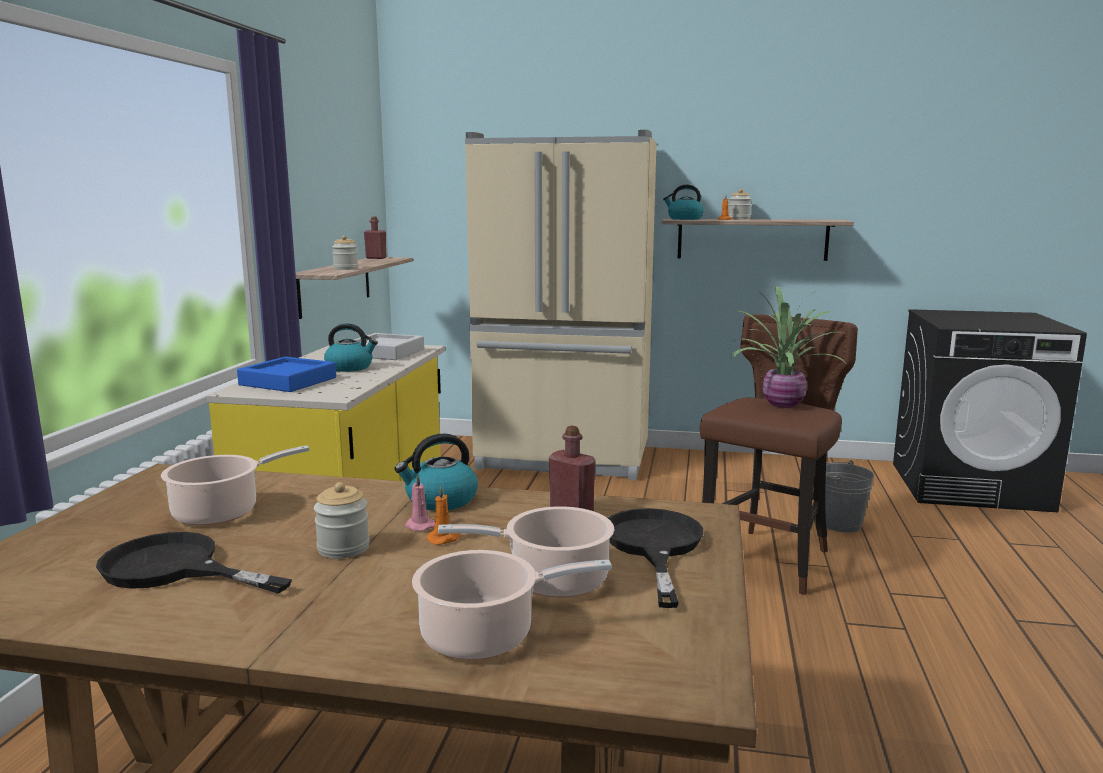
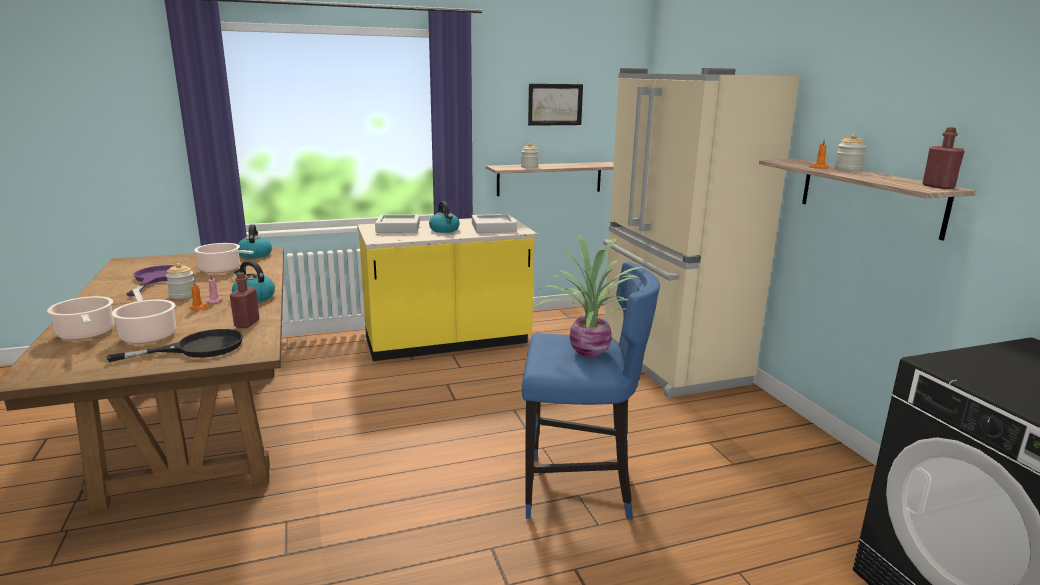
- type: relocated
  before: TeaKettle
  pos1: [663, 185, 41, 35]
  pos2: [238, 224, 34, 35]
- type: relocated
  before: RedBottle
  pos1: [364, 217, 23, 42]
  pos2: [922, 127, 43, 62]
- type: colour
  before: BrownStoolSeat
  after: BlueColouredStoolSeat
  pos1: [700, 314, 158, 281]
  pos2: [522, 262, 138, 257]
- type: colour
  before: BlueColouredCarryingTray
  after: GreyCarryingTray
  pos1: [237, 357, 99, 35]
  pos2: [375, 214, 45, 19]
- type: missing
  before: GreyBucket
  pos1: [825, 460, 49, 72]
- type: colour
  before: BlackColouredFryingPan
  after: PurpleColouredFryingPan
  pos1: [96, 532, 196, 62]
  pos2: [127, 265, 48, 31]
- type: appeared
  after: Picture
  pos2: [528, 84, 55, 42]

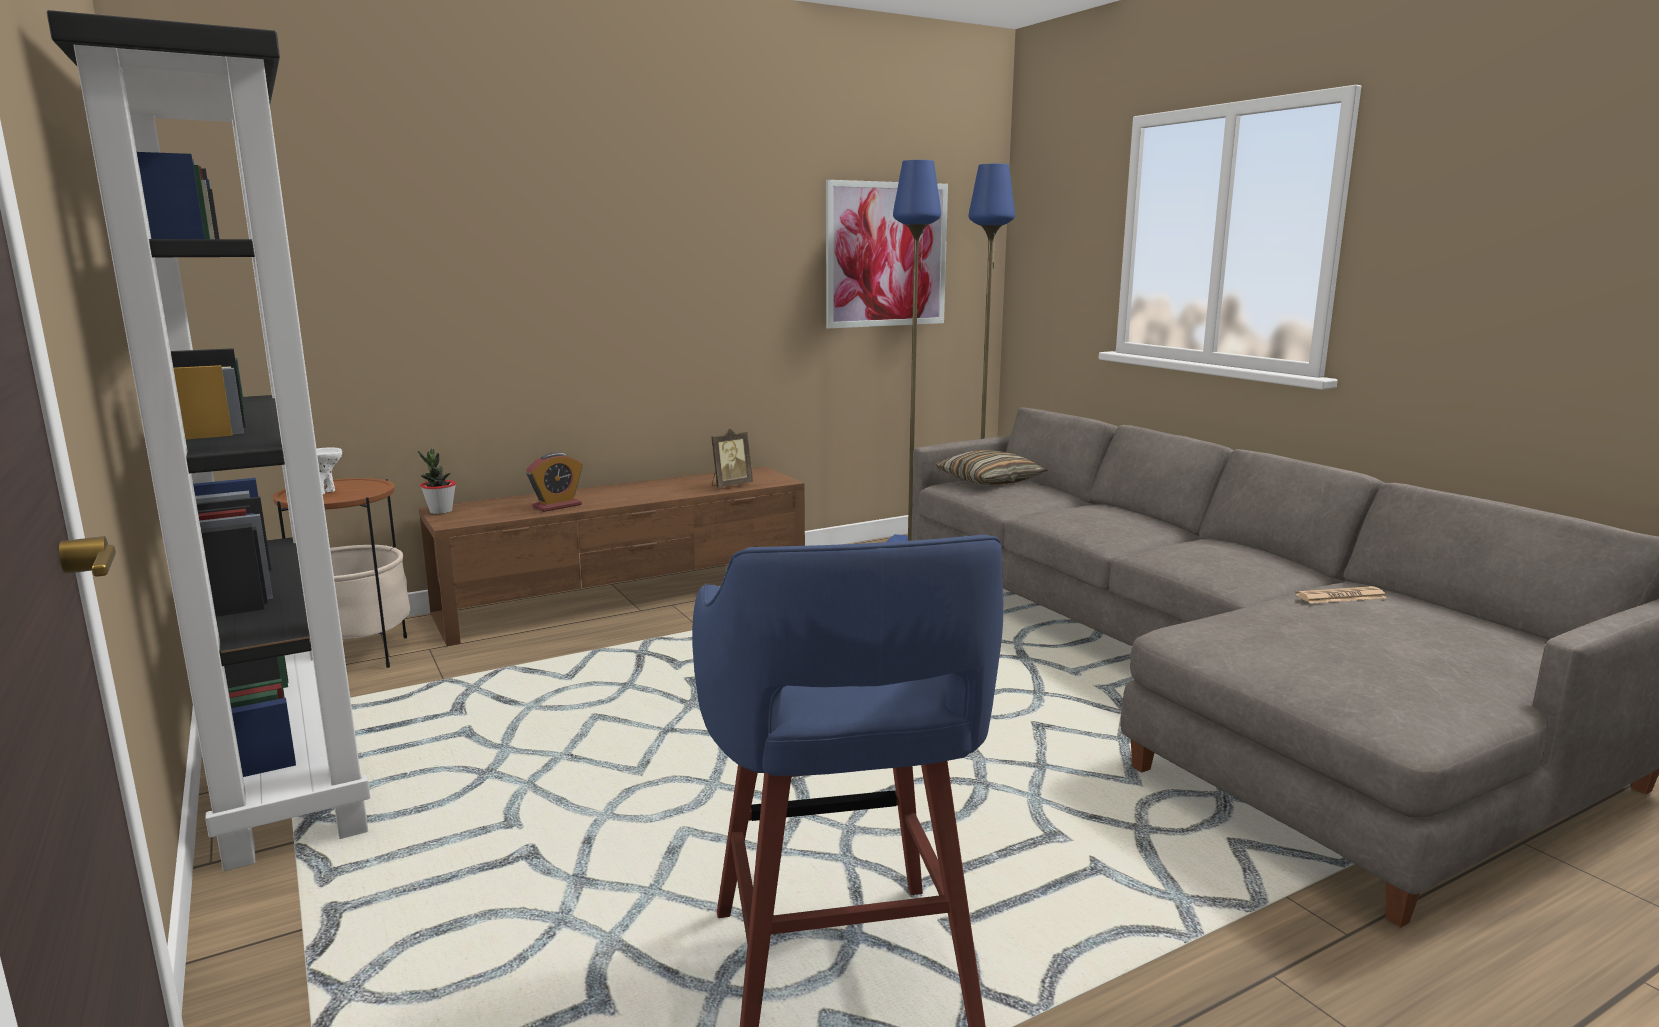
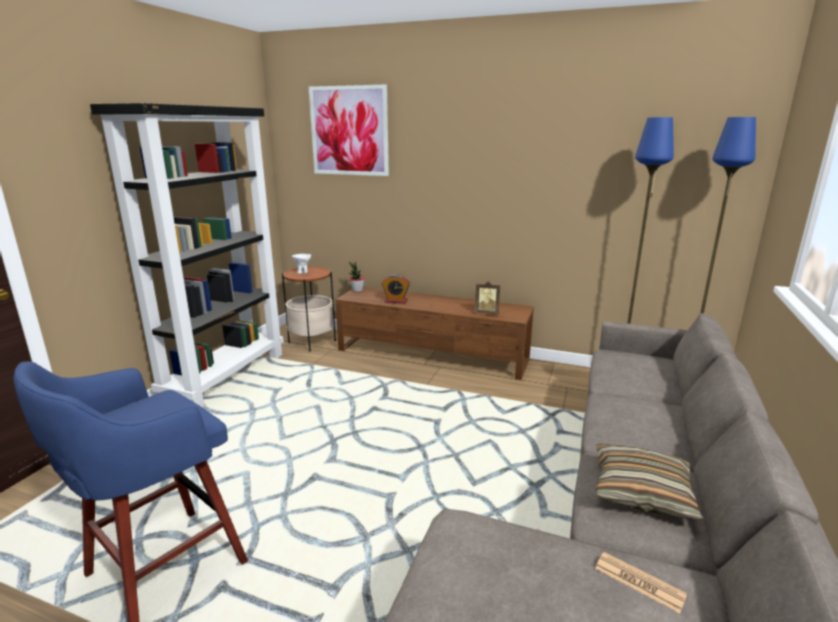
- type: relocated
  before: Picture
  pos1: [826, 180, 122, 149]
  pos2: [309, 85, 80, 91]
- type: relocated
  before: ThrowPillow
  pos1: [936, 450, 111, 35]
  pos2: [595, 444, 108, 76]

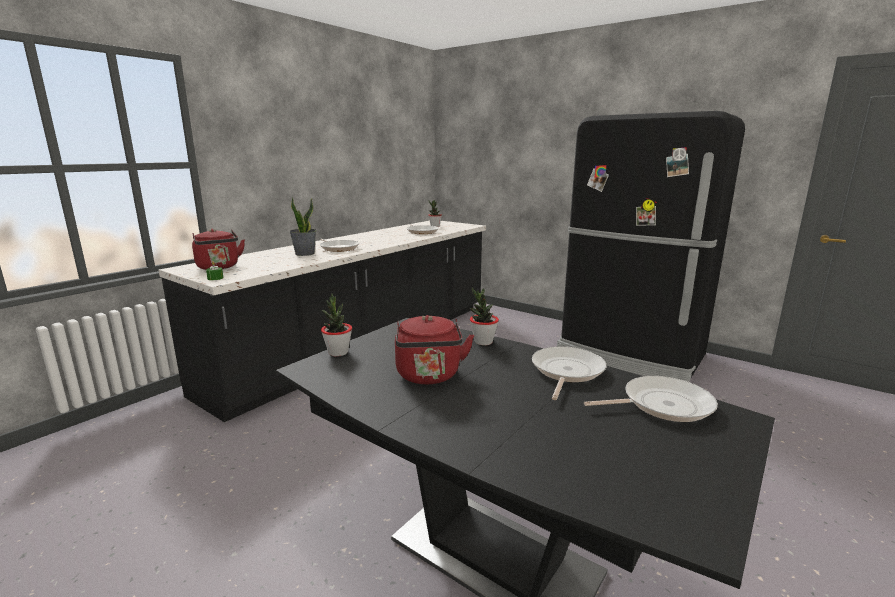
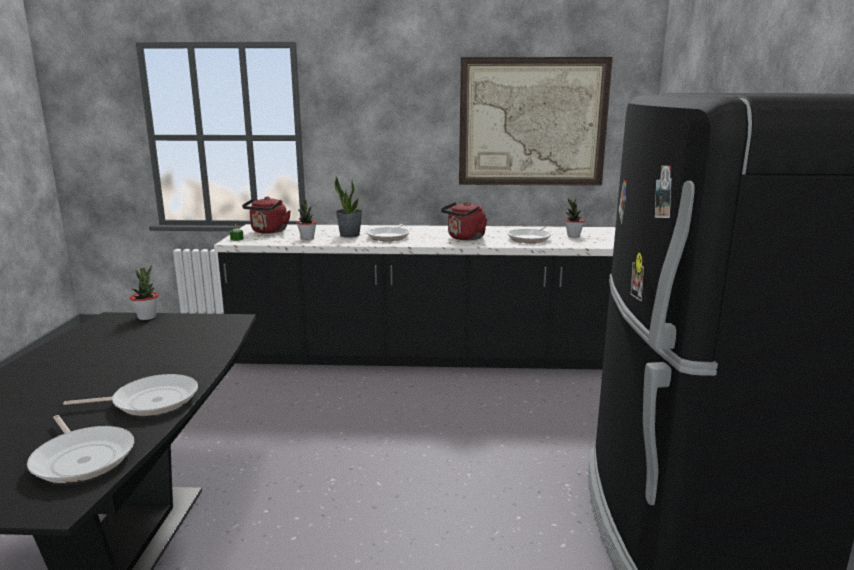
- type: relocated
  before: Houseplant
  pos1: [470, 287, 29, 58]
  pos2: [297, 199, 20, 41]
- type: relocated
  before: RedTeaKettle
  pos1: [395, 315, 79, 69]
  pos2: [441, 202, 46, 38]
- type: appeared
  after: Picture
  pos2: [459, 57, 154, 129]

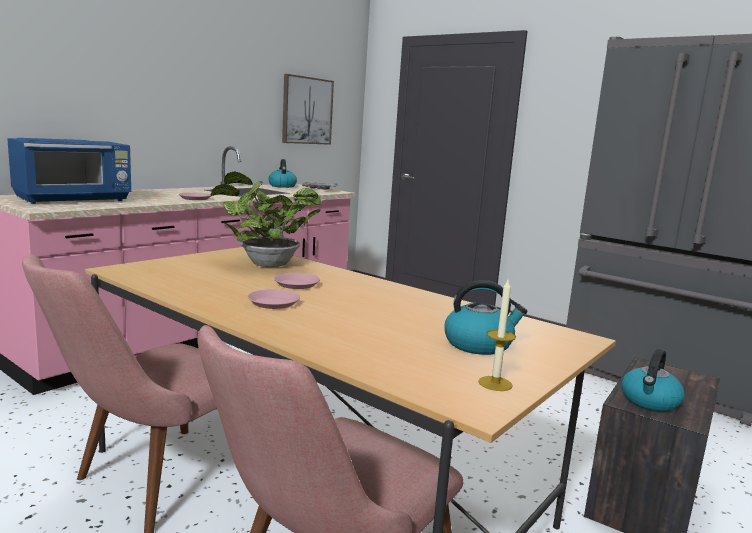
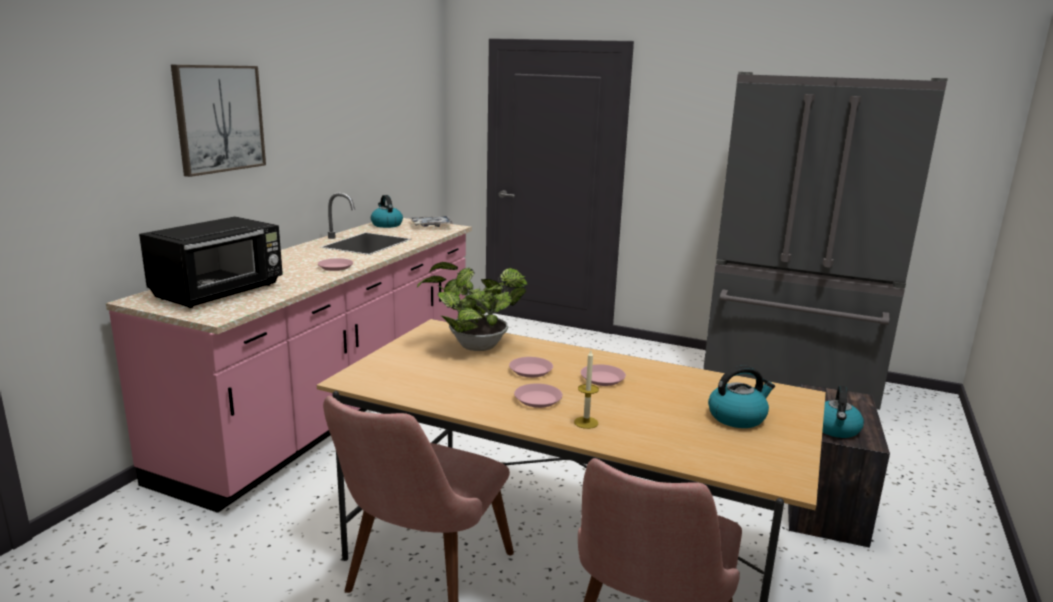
- type: relocated
  before: Picture
  pos1: [282, 74, 52, 71]
  pos2: [171, 65, 95, 112]
- type: colour
  before: BlueColouredMicrowaveOven
  after: BlackColouredMicrowaveOven
  pos1: [7, 138, 124, 66]
  pos2: [139, 217, 144, 91]
- type: relocated
  before: WaxLight
  pos1: [478, 280, 38, 111]
  pos2: [574, 350, 25, 79]
- type: appeared
  after: PinkColouredFlatDish
  pos2: [581, 364, 45, 22]

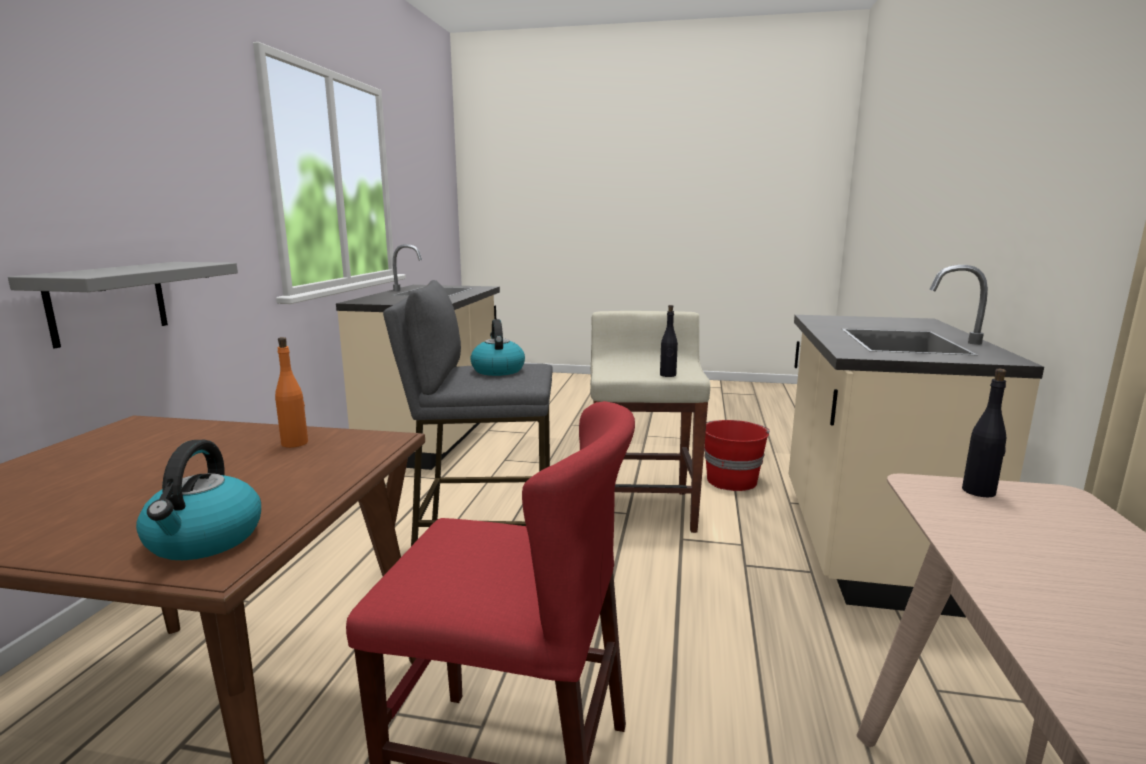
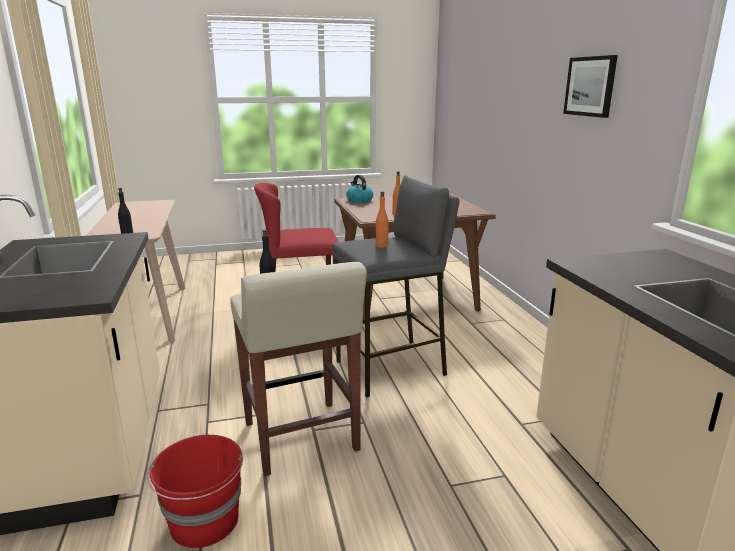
- type: missing
  before: GreyBracketShelf
  pos1: [8, 262, 230, 86]
- type: exchanged
  before: TeaKettle
  after: OrangeBottle
  pos1: [470, 319, 55, 57]
  pos2: [376, 191, 13, 57]
- type: appeared
  after: Picture
  pos2: [563, 55, 55, 63]

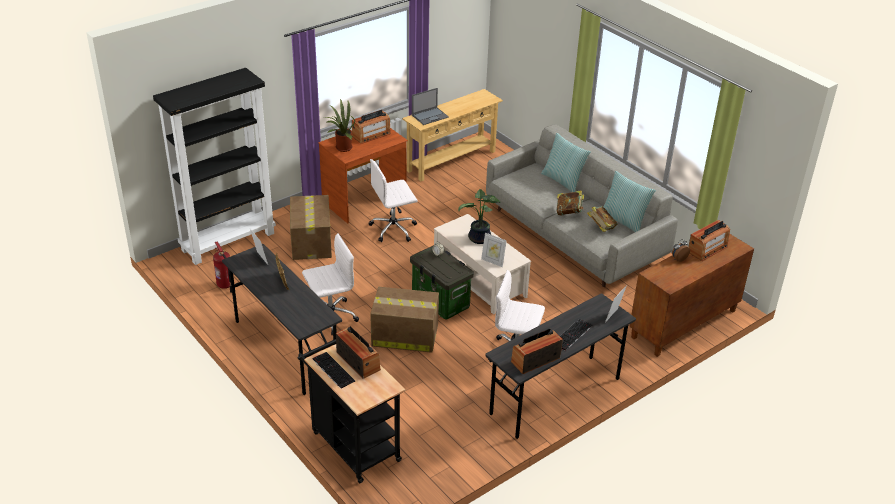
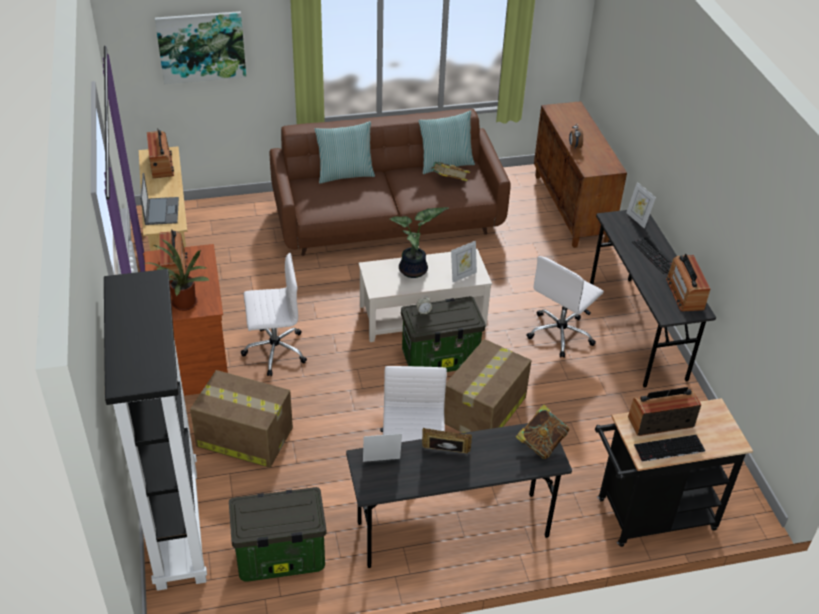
- type: colour
  before: GreySettee
  after: BrownSettee
  pos1: [486, 124, 192, 163]
  pos2: [270, 109, 241, 147]
- type: spun
  before: WhiteOfficeChair
  pos1: [369, 159, 49, 83]
  pos2: [241, 253, 66, 124]
  turn: -105
- type: relocated
  before: Book
  pos1: [557, 191, 27, 24]
  pos2: [516, 404, 53, 55]
- type: relocated
  before: RadioReceiver
  pos1: [688, 220, 42, 41]
  pos2: [147, 128, 27, 50]
- type: exchanged
  before: FireExtinguisher
  after: StorageBox
  pos1: [213, 241, 19, 52]
  pos2: [229, 487, 97, 95]
- type: appeared
  after: Picture
  pos2: [155, 11, 91, 73]

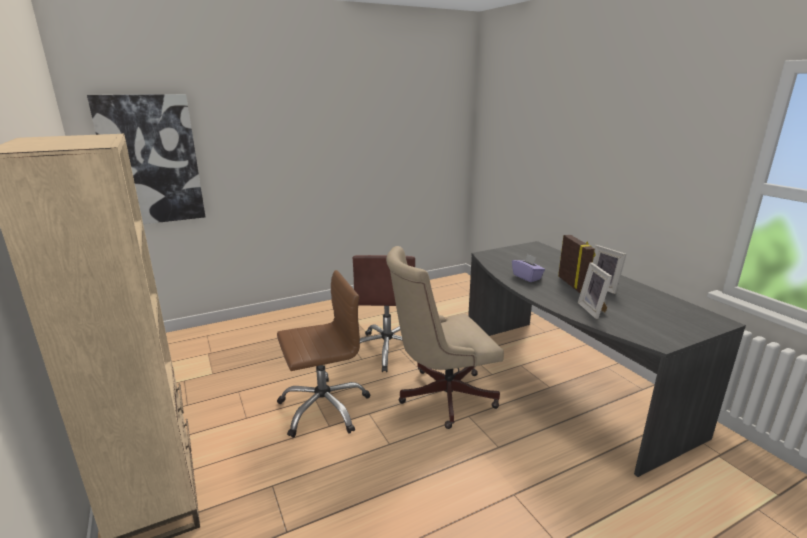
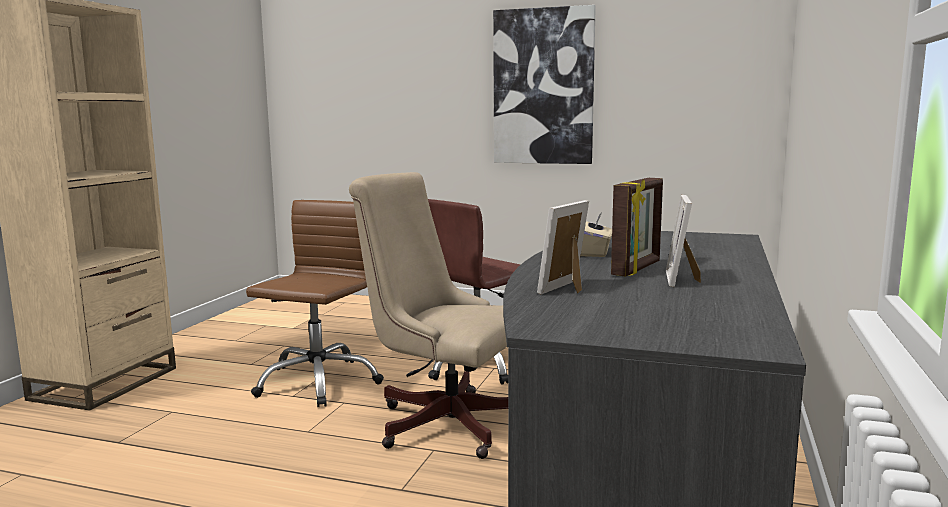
- type: relocated
  before: Picture
  pos1: [87, 94, 118, 130]
  pos2: [493, 5, 103, 159]
- type: colour
  before: PurpleColouredBoxOfTissues
  after: BeigeColouredBoxOfTissues
  pos1: [512, 254, 33, 28]
  pos2: [581, 211, 31, 46]
- type: spun
  before: BrownOfficeChair
  pos1: [277, 270, 93, 168]
  pos2: [246, 200, 138, 207]
  turn: -90

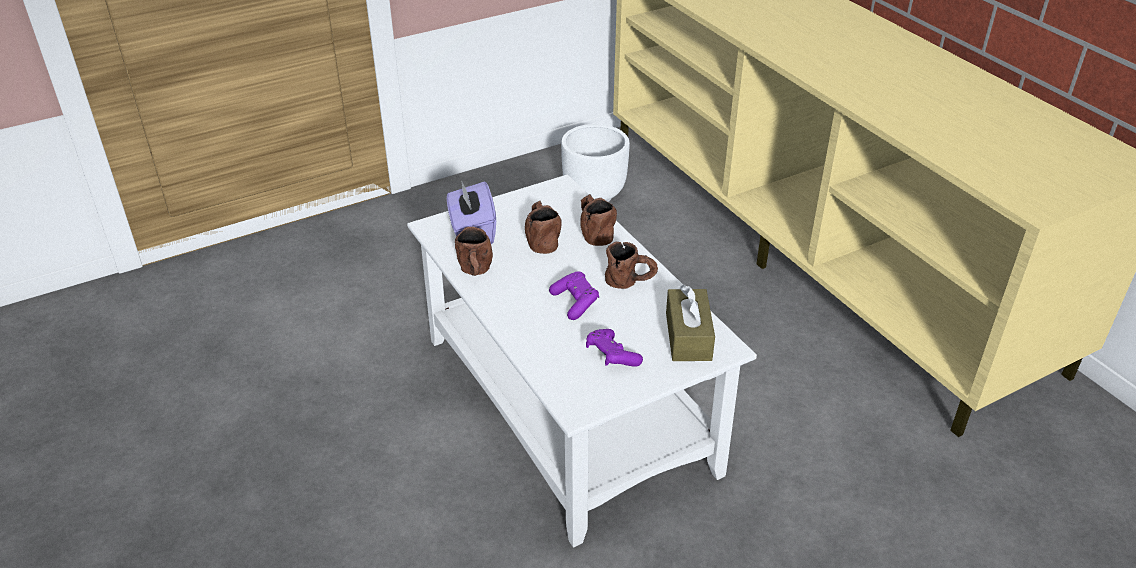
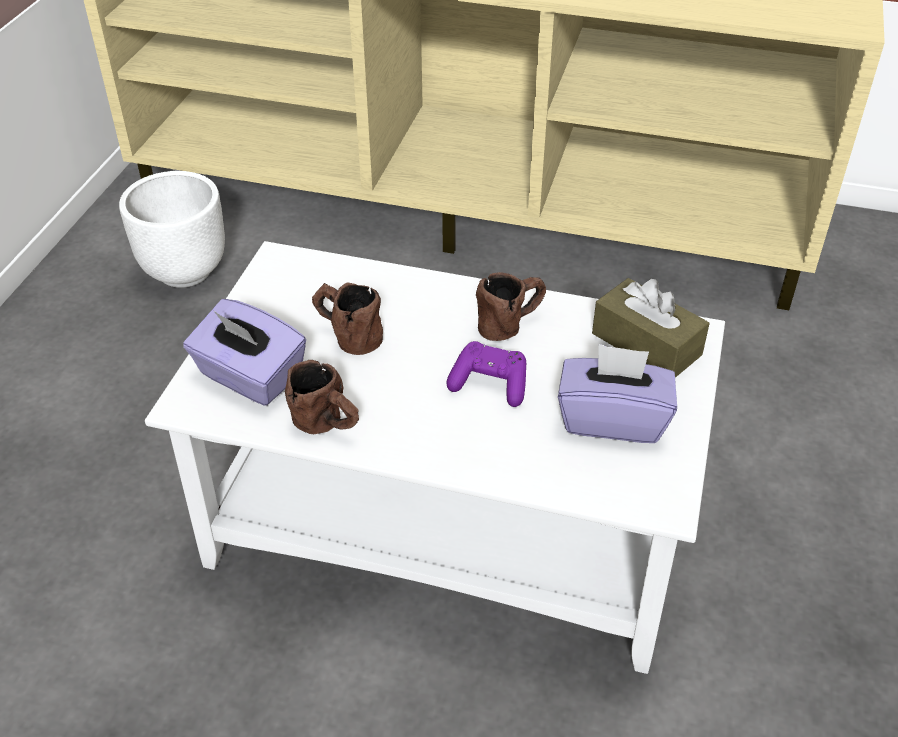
- type: missing
  before: BrownMug
  pos1: [580, 194, 37, 52]
- type: exchanged
  before: PurpleColouredGameController
  after: PurpleColouredBoxOfTissues
  pos1: [586, 329, 57, 38]
  pos2: [558, 344, 119, 99]

